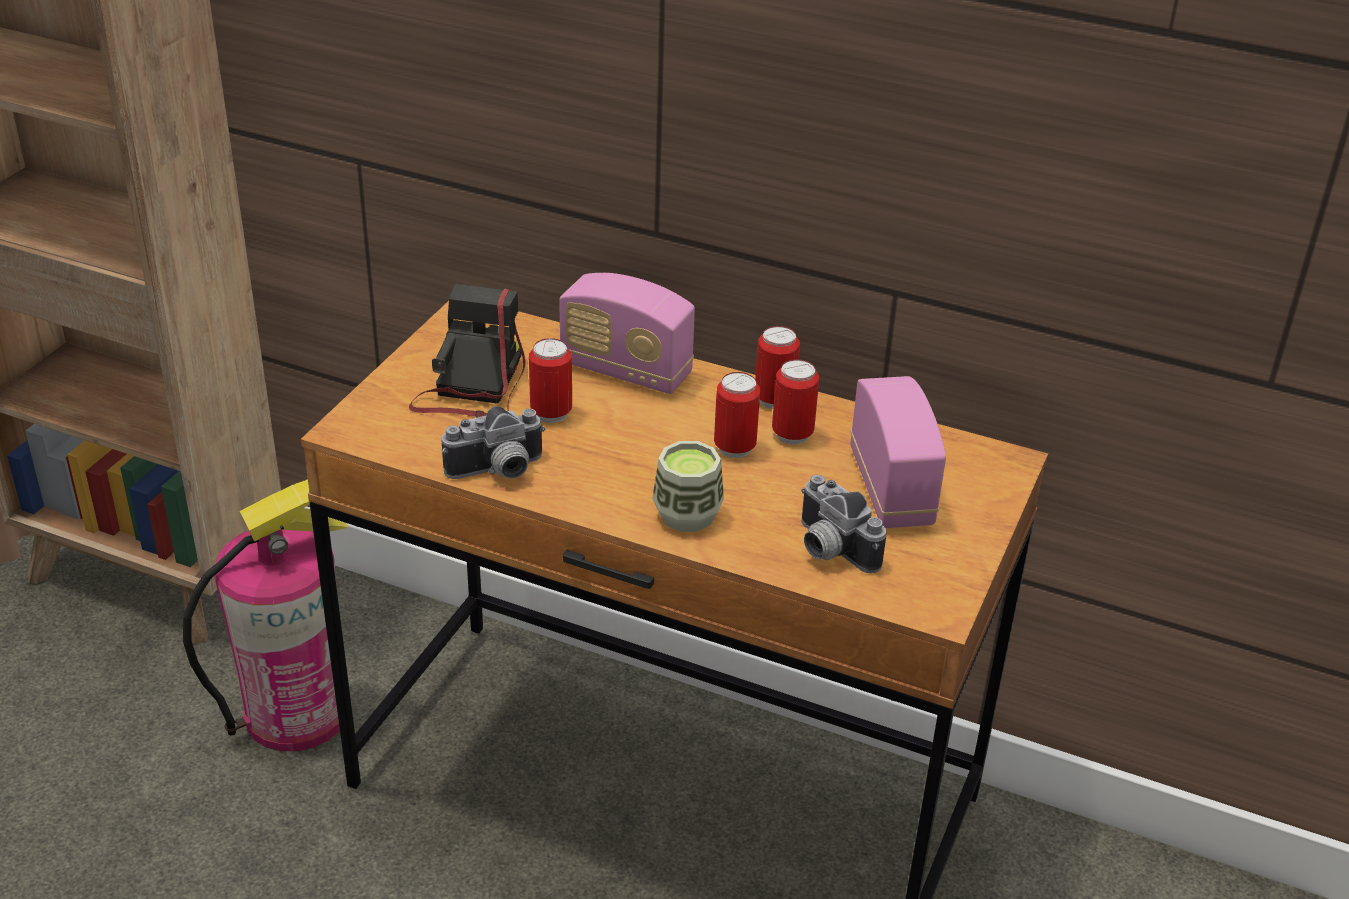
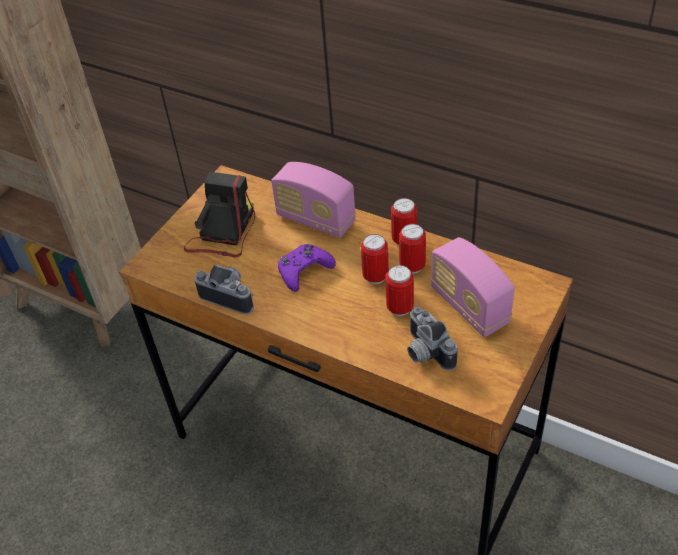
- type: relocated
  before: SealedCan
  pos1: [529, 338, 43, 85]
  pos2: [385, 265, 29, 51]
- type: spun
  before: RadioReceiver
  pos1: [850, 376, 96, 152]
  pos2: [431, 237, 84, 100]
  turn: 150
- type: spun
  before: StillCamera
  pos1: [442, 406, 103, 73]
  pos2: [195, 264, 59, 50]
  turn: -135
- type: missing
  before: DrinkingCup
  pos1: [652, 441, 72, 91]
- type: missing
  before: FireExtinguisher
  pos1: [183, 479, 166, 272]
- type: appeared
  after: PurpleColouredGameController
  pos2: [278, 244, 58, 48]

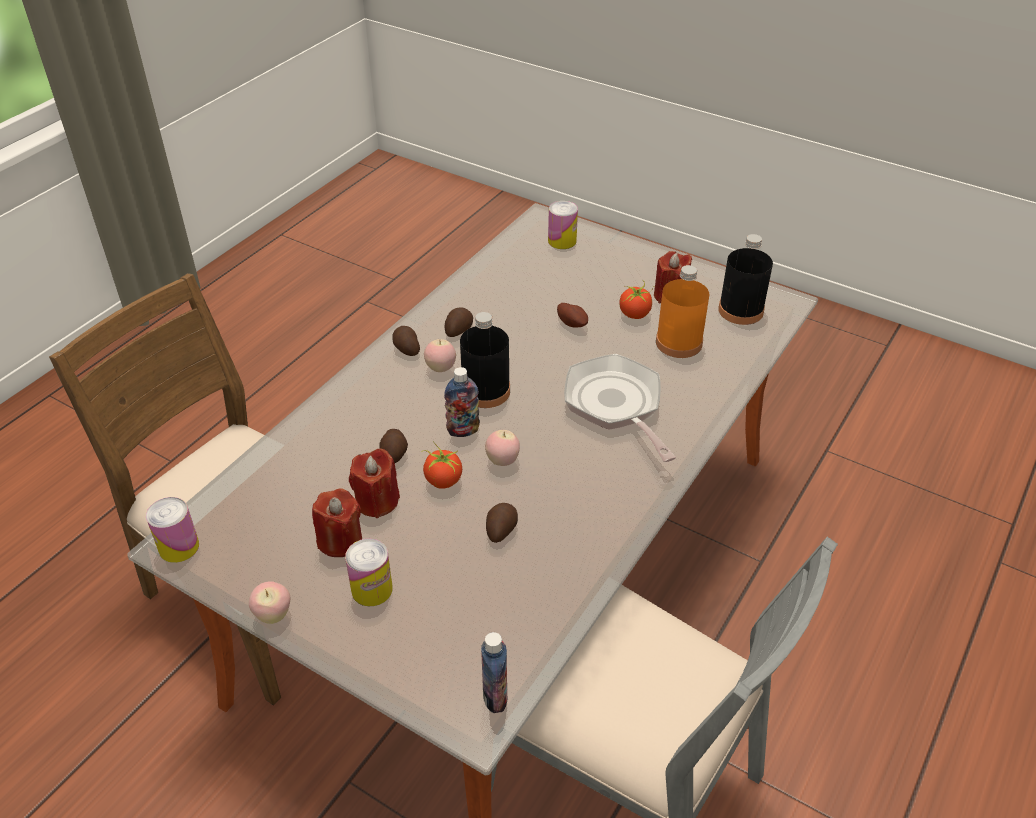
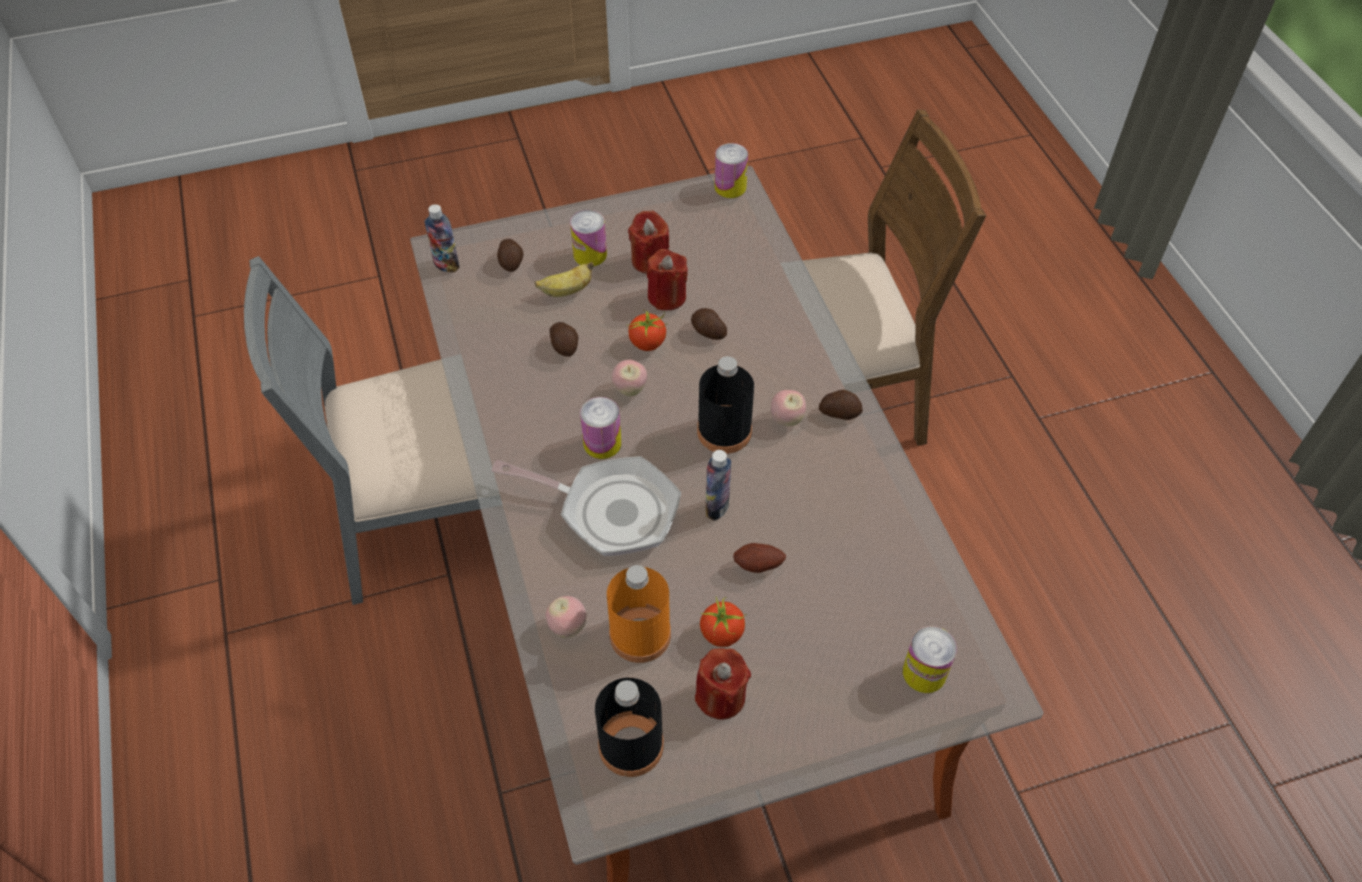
- type: relocated
  before: WholePotato
  pos1: [444, 307, 29, 30]
  pos2: [497, 239, 27, 33]
- type: relocated
  before: Bottle
  pos1: [444, 367, 36, 70]
  pos2: [705, 450, 26, 71]
- type: relocated
  before: AppleFruit
  pos1: [249, 581, 41, 43]
  pos2: [545, 596, 42, 42]
- type: appeared
  after: BananaFruit
  pos2: [535, 262, 59, 35]
- type: appeared
  after: SealedCan
  pos2: [580, 397, 41, 62]

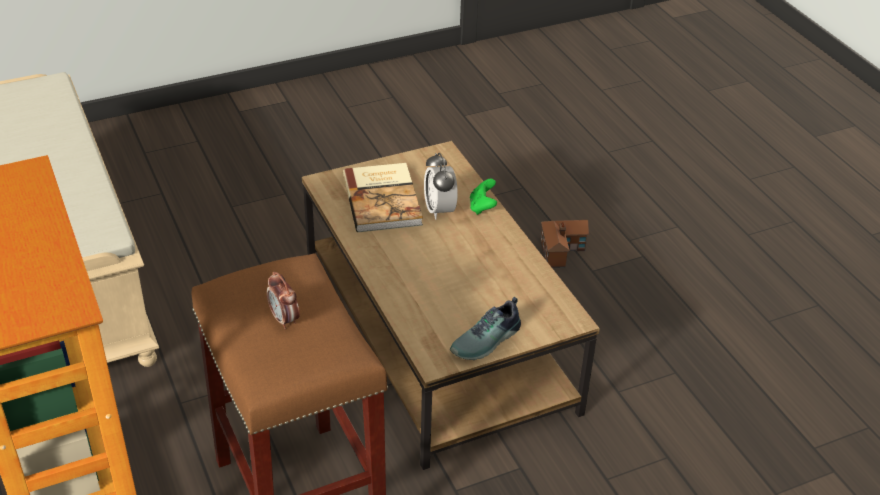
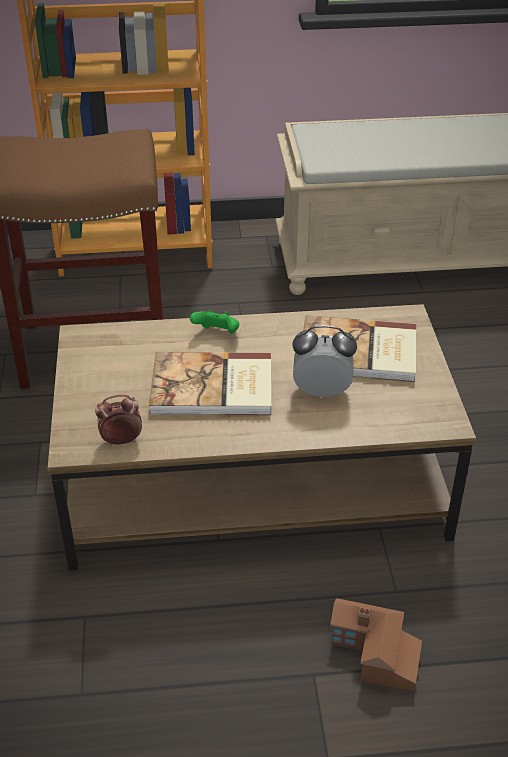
- type: relocated
  before: GreenColouredGameController
  pos1: [470, 179, 27, 36]
  pos2: [190, 310, 49, 24]
- type: relocated
  before: AlarmClock
  pos1: [267, 272, 33, 57]
  pos2: [95, 395, 47, 51]
- type: missing
  before: ItemOfFootwear
  pos1: [450, 297, 71, 63]
- type: appeared
  after: Book
  pos2: [149, 352, 122, 63]

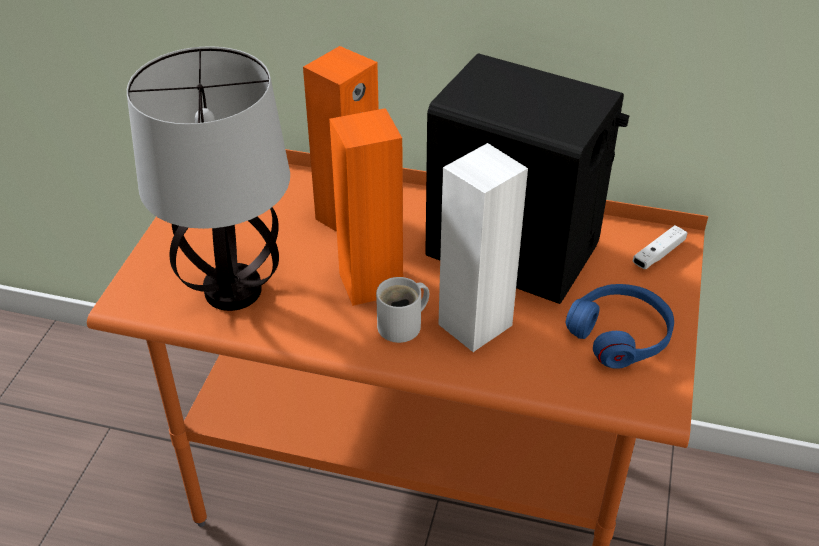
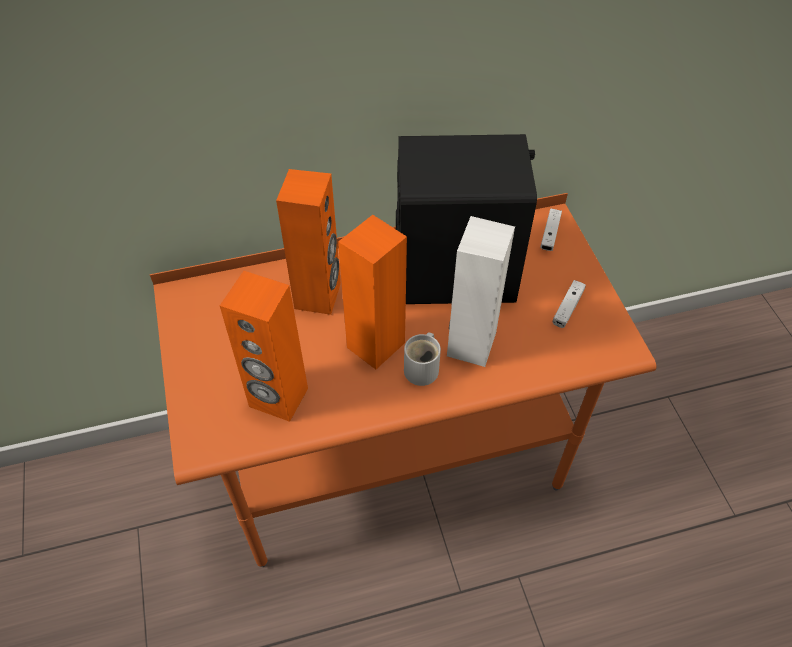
- type: exchanged
  before: TabletopLamp
  after: OrangeLoudspeaker
  pos1: [127, 46, 163, 265]
  pos2: [220, 271, 88, 151]
- type: exchanged
  before: BlueColouredHeadphones
  after: WhiteGameController
  pos1: [566, 284, 108, 85]
  pos2: [553, 280, 33, 48]

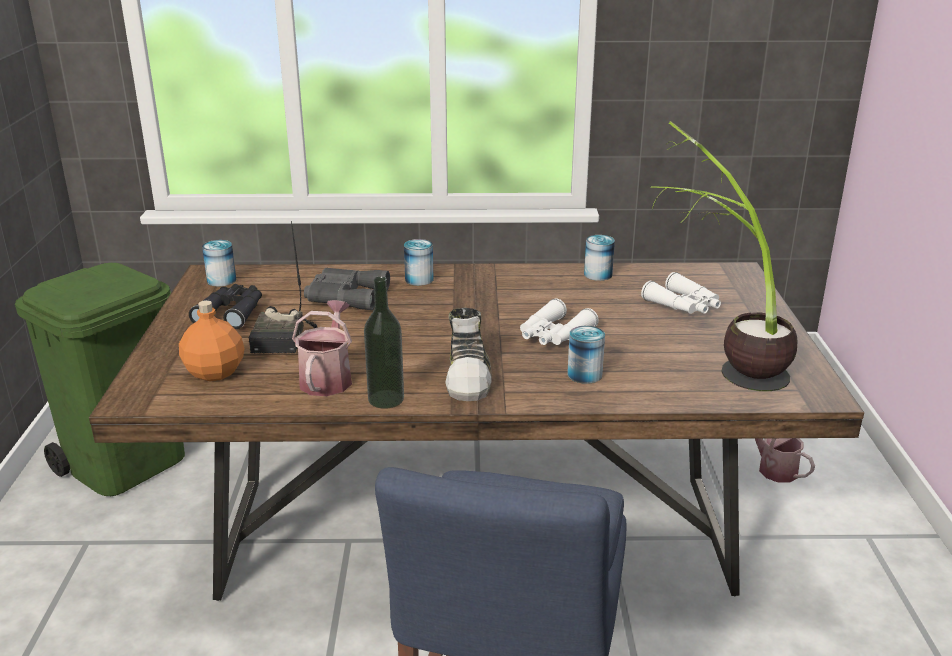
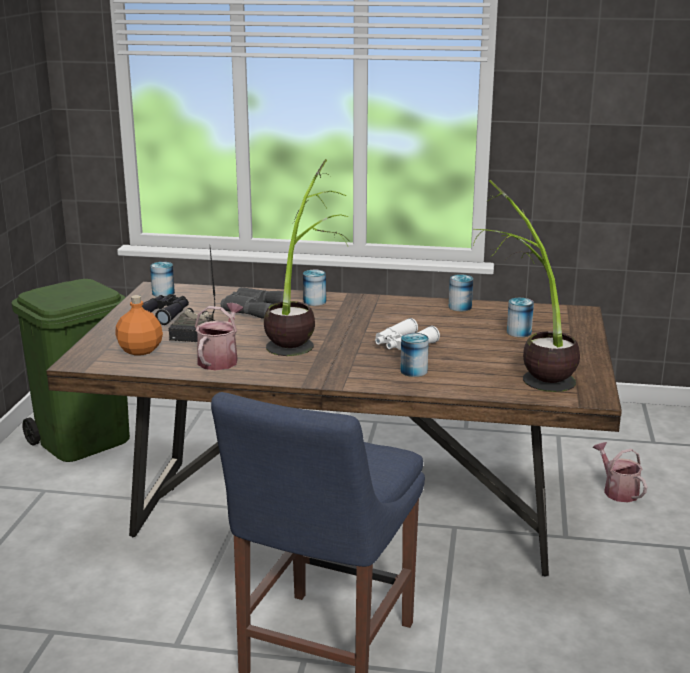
- type: exchanged
  before: WhiteBinoculars
  after: SealedCan
  pos1: [641, 272, 80, 42]
  pos2: [507, 298, 27, 39]
- type: missing
  before: Bottle
  pos1: [364, 277, 40, 132]
- type: missing
  before: ItemOfFootwear
  pos1: [445, 308, 47, 93]
- type: appeared
  after: Houseplant
  pos2: [264, 159, 84, 197]

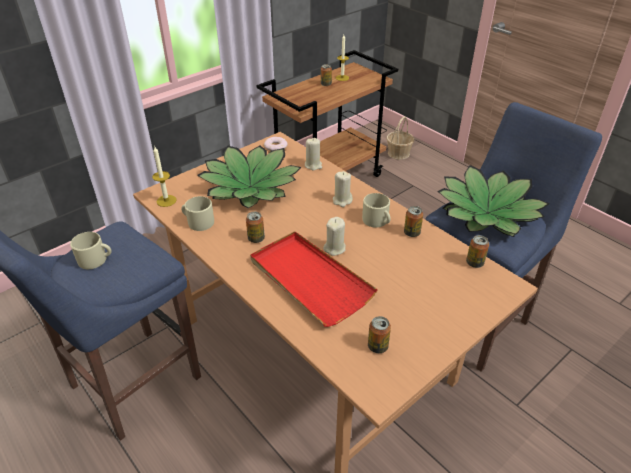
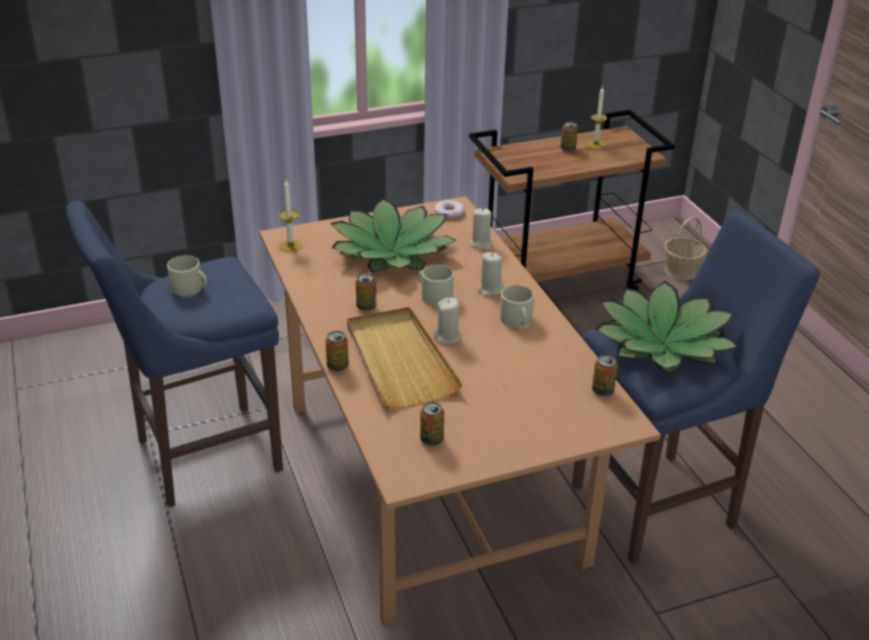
- type: relocated
  before: BeigeColouredMug
  pos1: [181, 196, 33, 35]
  pos2: [418, 265, 36, 41]
- type: relocated
  before: SealedCan
  pos1: [404, 206, 19, 31]
  pos2: [325, 331, 24, 40]
- type: colour
  before: RedCarryingTray
  after: BeigeColouredCarryingTray
  pos1: [250, 231, 128, 96]
  pos2: [347, 307, 116, 101]

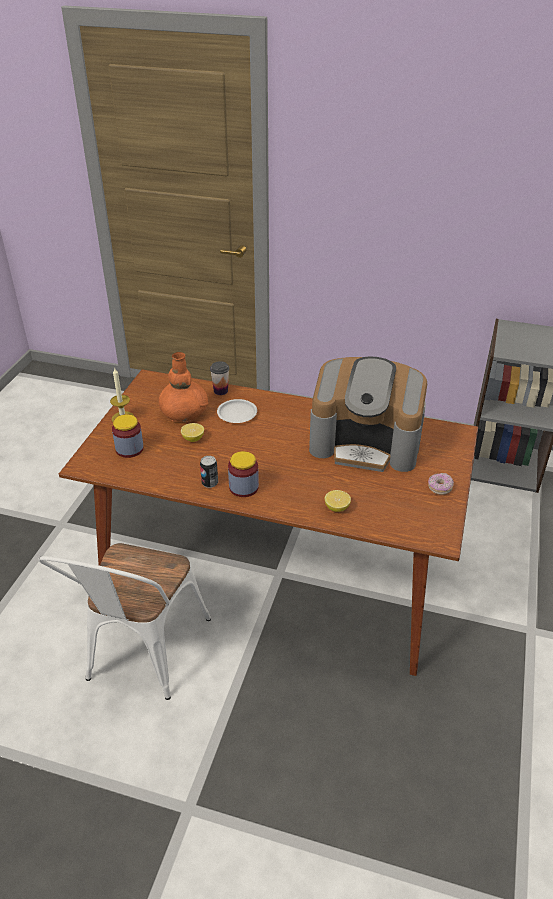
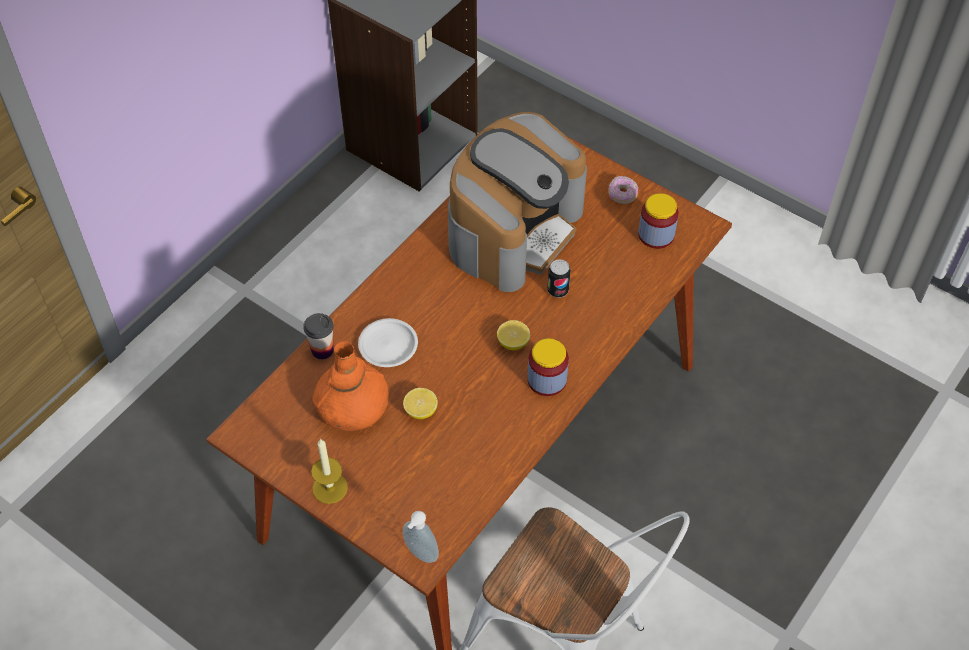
- type: relocated
  before: PreserveJar
  pos1: [112, 414, 32, 44]
  pos2: [638, 193, 41, 56]
- type: relocated
  before: SealedCan
  pos1: [200, 456, 18, 32]
  pos2: [548, 259, 23, 39]
- type: relocated
  before: CitrusFruit
  pos1: [325, 490, 26, 22]
  pos2: [497, 320, 33, 30]
- type: appeared
  after: LiquidSoapBottle
  pos2: [403, 511, 36, 52]

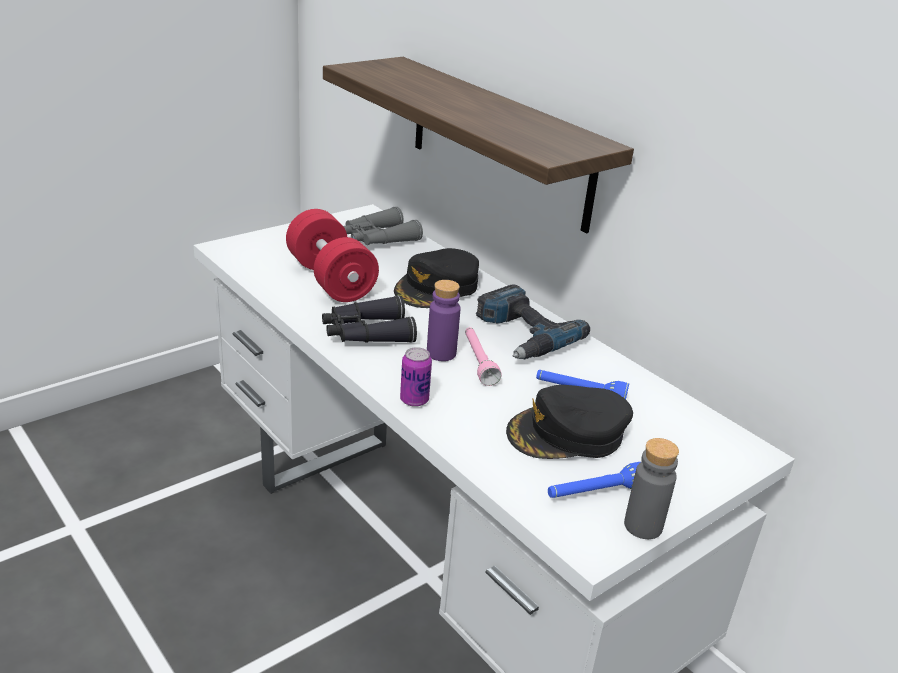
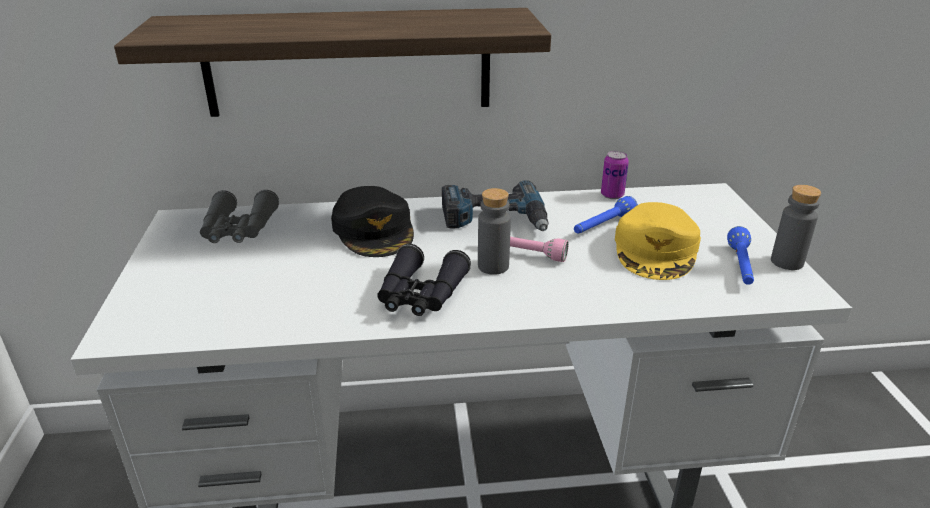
- type: missing
  before: RedFreeWeight
  pos1: [286, 209, 93, 93]
- type: colour
  before: PurpleColouredBottle
  after: GreyBottle
  pos1: [427, 280, 34, 81]
  pos2: [478, 188, 33, 87]
- type: relocated
  before: SealedCan
  pos1: [400, 347, 32, 60]
  pos2: [601, 151, 28, 48]
- type: colour
  before: BlackColouredCap
  after: YellowColouredCap
  pos1: [506, 385, 127, 74]
  pos2: [615, 202, 86, 78]

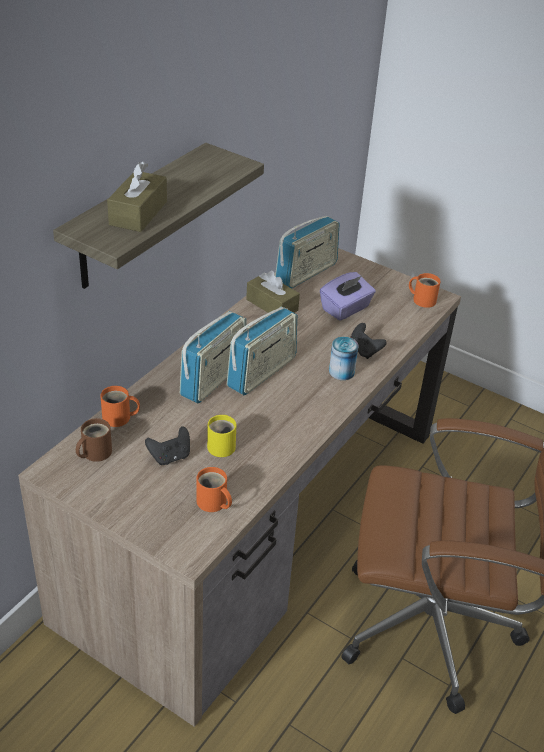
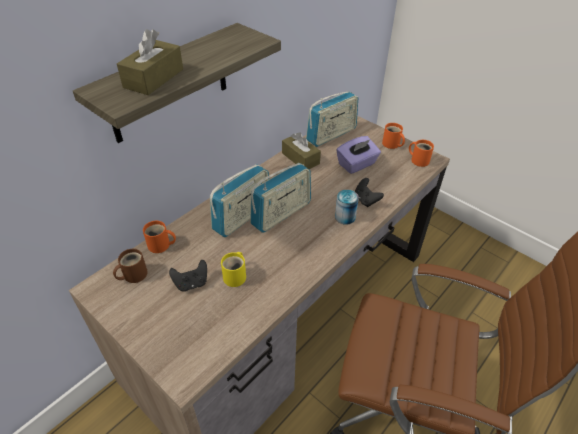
- type: relocated
  before: OrangeMug
  pos1: [196, 467, 36, 45]
  pos2: [382, 123, 23, 26]

